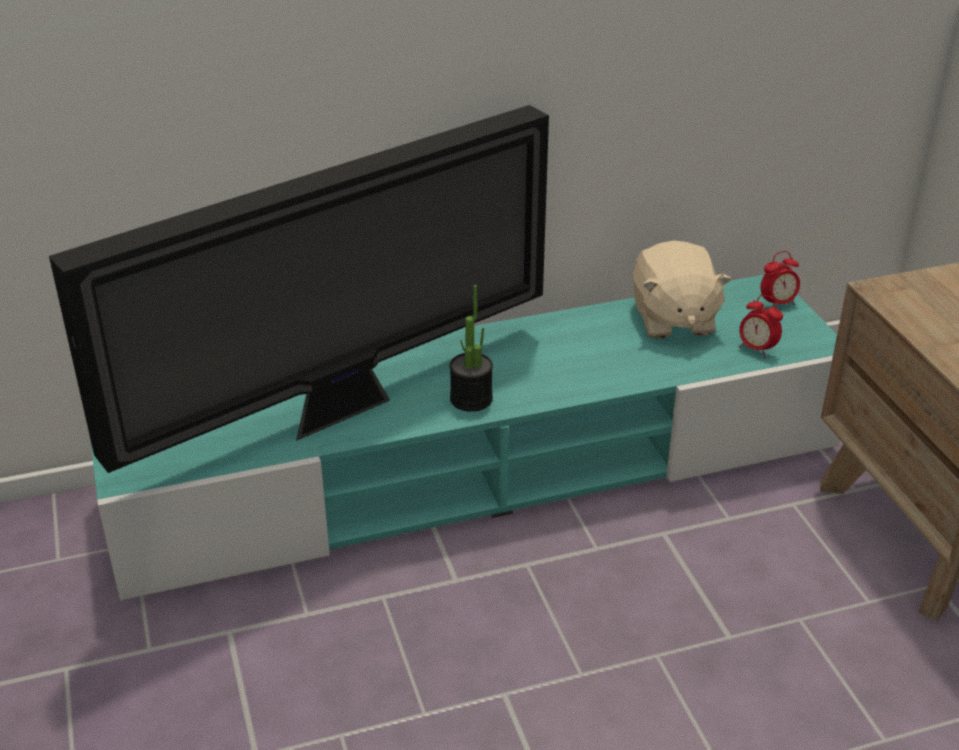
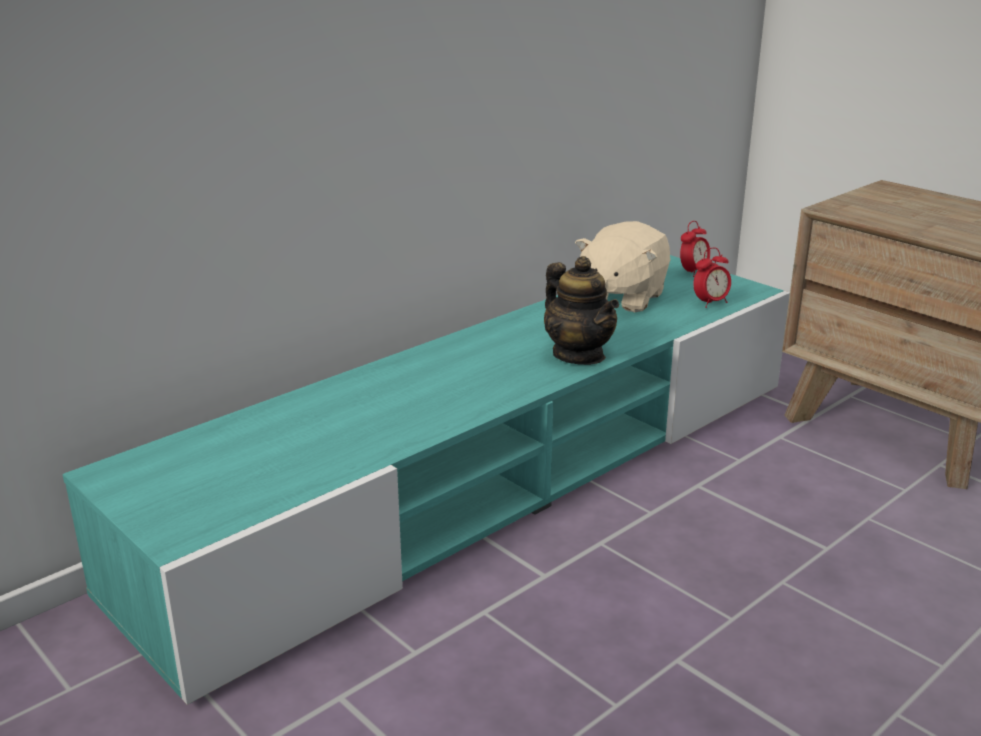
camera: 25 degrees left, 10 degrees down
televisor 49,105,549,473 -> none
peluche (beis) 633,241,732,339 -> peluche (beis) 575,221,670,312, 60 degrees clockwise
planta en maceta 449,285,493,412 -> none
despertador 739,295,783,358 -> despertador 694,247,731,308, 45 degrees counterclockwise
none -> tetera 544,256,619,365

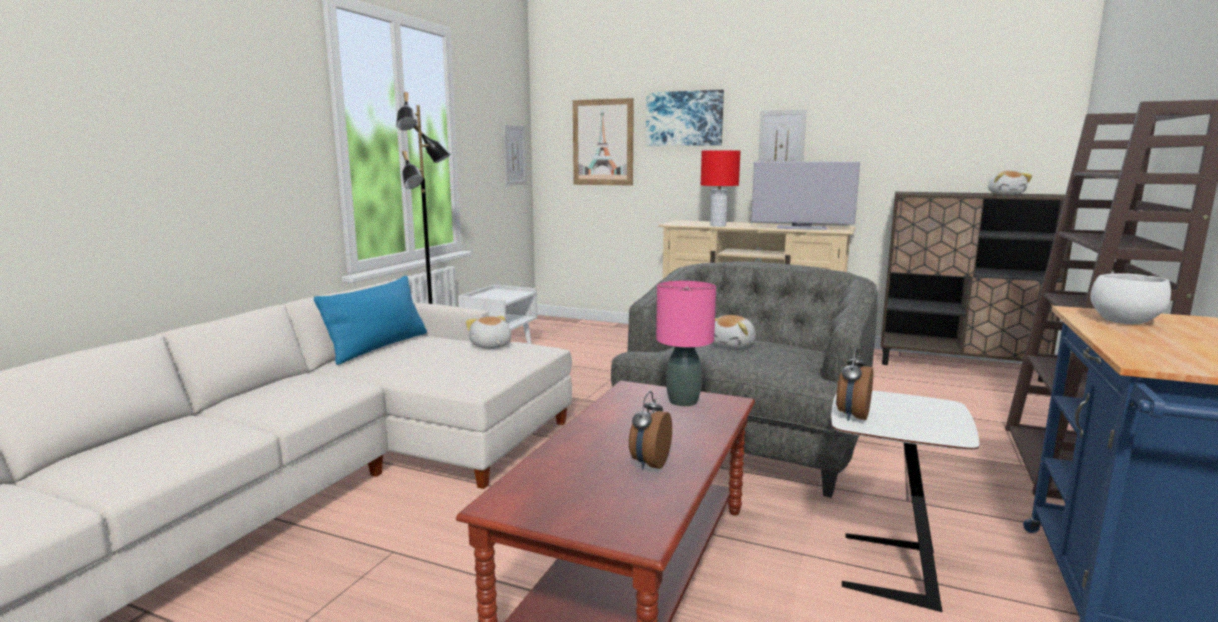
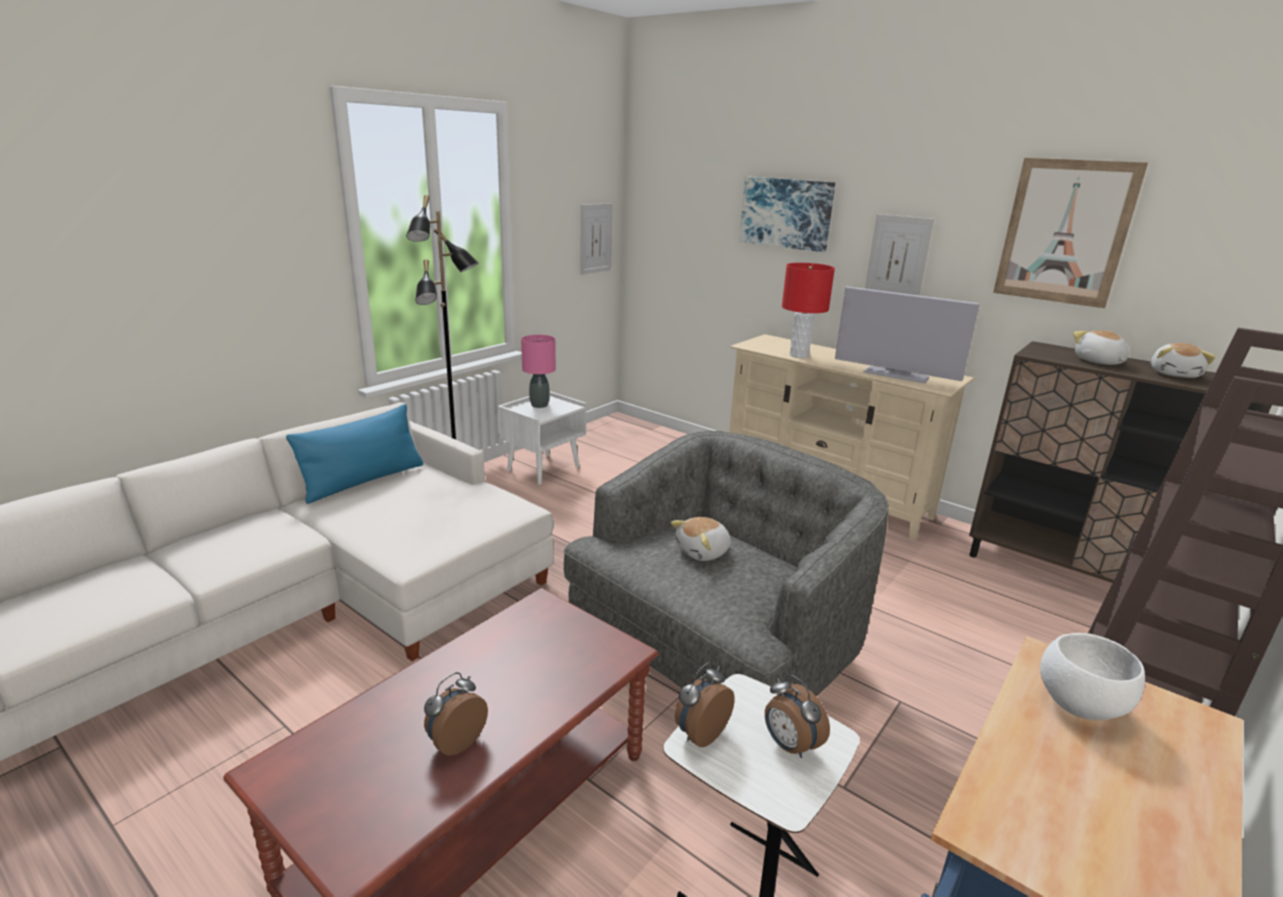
camera: 15 degrees right, 10 degrees up
cuadro 573,98,634,186 -> cuadro 993,158,1148,308, move
lámpara de mesa (rosa) 656,281,716,406 -> lámpara de mesa (rosa) 521,335,556,408, move
peluche 466,316,512,349 -> peluche 1073,330,1129,365, move
none -> despertador 765,675,830,758

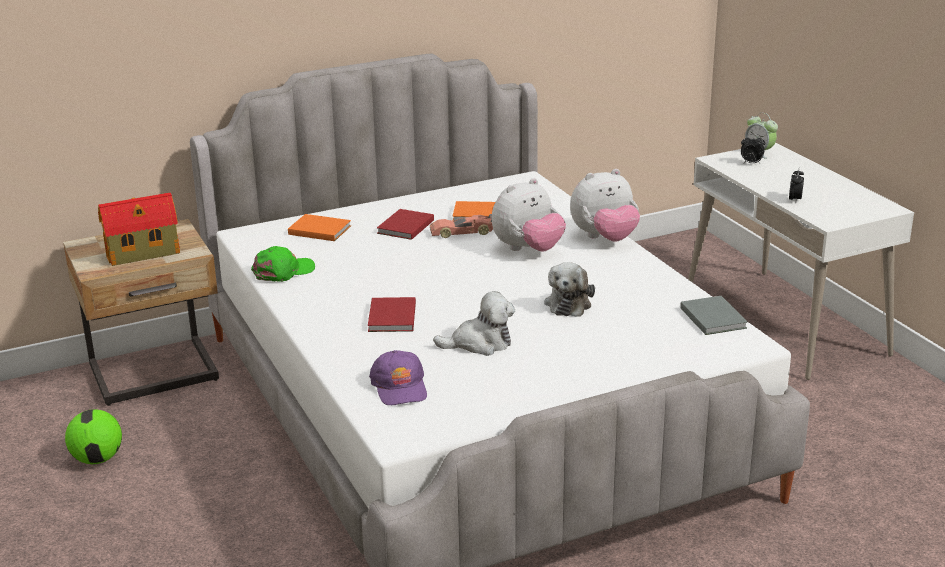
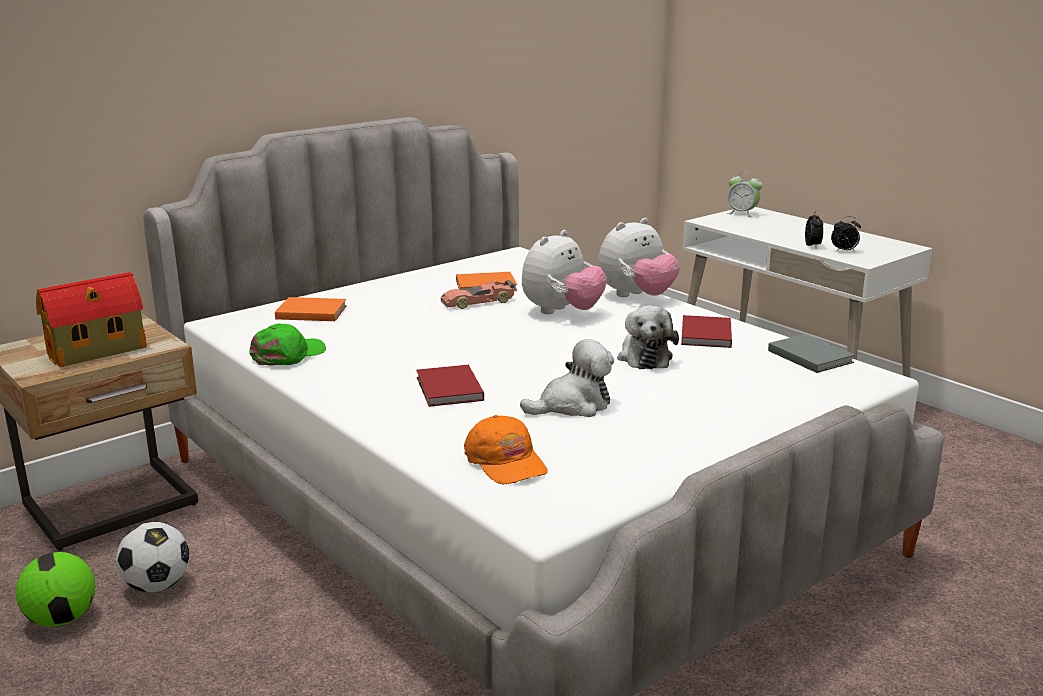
camera: 15 degrees left, 5 degrees down
despertador 741,134,765,164 -> despertador 831,216,861,252, move
libro (rojo) 377,209,434,240 -> libro (rojo) 681,315,732,348, move
gorra (morado) 369,350,427,405 -> gorra (naranja) 464,415,548,485
none -> balón de fútbol 116,522,190,593

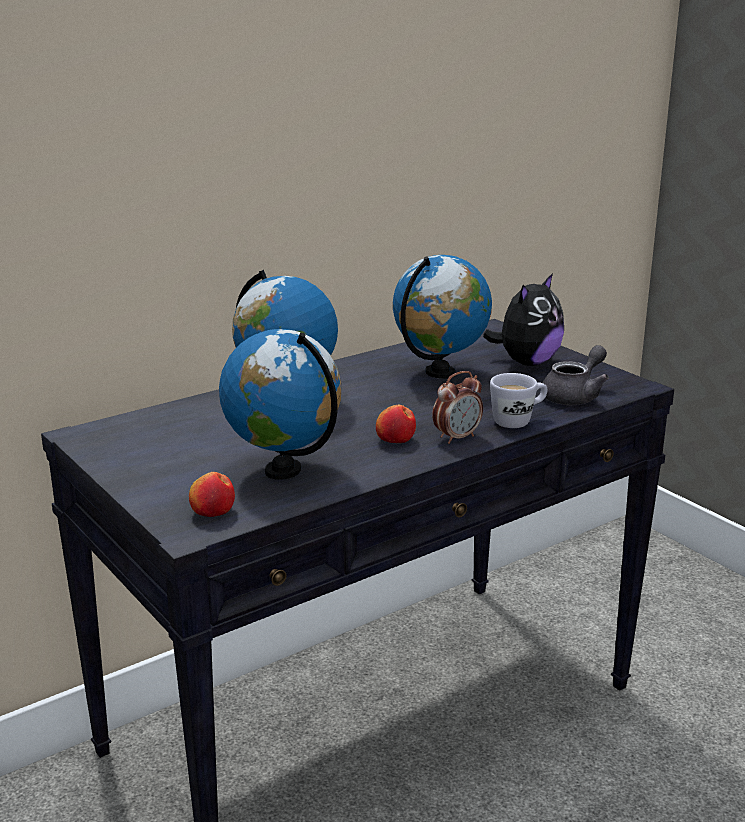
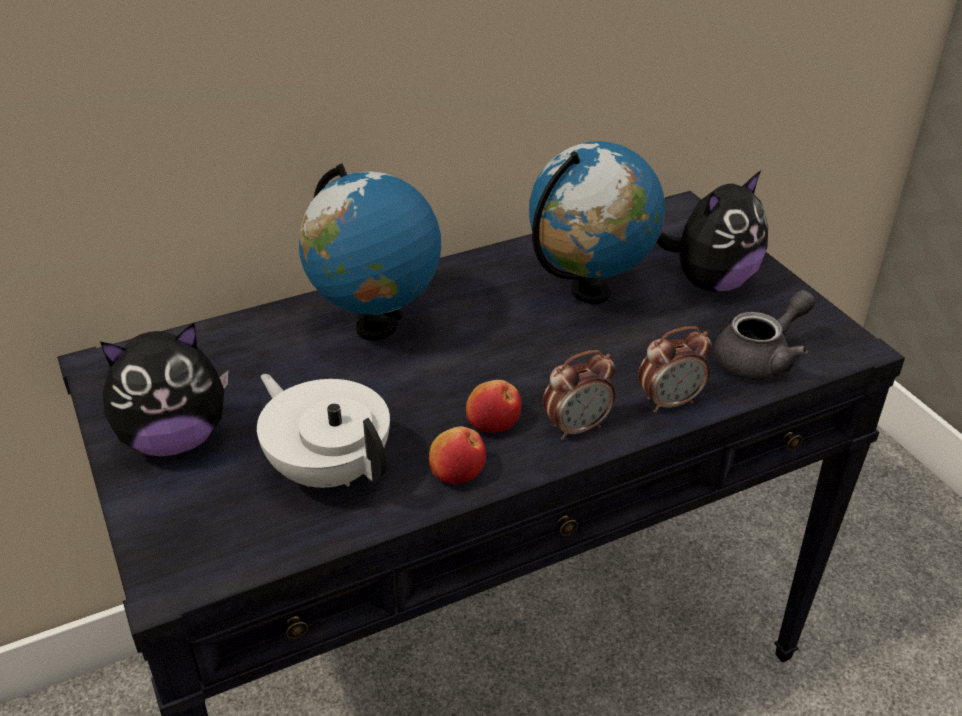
camera: 10 degrees right, 15 degrees up
globo terráqueo 219,329,341,480 -> tetera (blanco) 257,374,390,488
taza grande (blanco) 490,373,548,428 -> despertador 638,326,712,413
manzana 189,472,235,517 -> manzana 429,427,486,484, move
none -> peluche 100,323,229,456

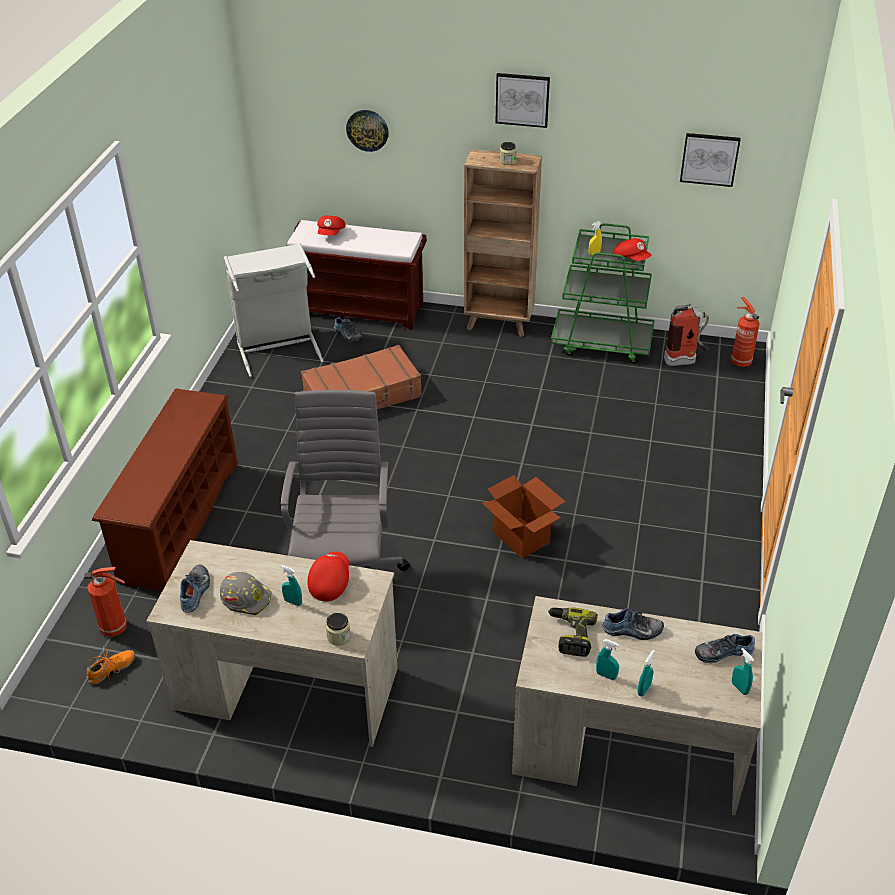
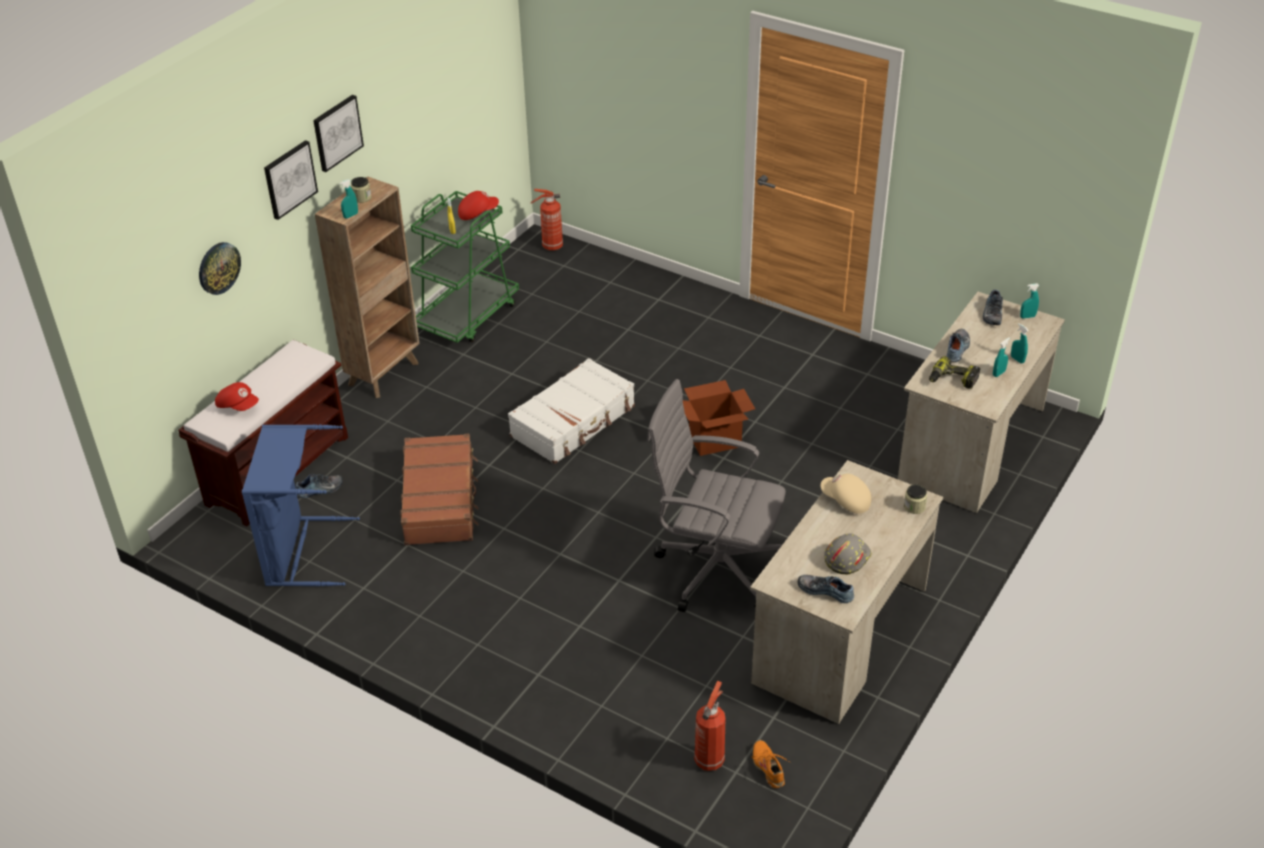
camera: 70 degrees left, 0 degrees up
cuadro 680,133,741,187 -> cuadro 264,140,318,220, move
cesto de la ropa (gris) 224,243,323,377 -> cesto de la ropa (azul) 242,425,360,587
extintor 664,304,709,366 -> none
zapatero (marrón) 92,389,238,591 -> none
gorra (rojo) 307,552,349,602 -> gorra (beis) 821,473,871,514
pulverizador (turquesa) 281,565,302,606 -> pulverizador (turquesa) 339,179,358,219, move
none -> maleta (blanco) 508,358,635,464

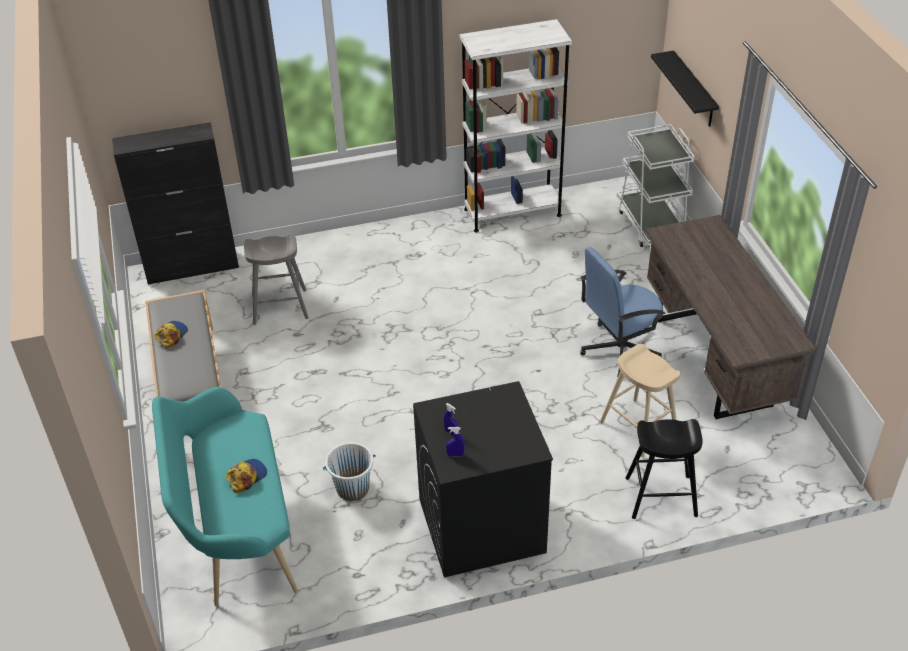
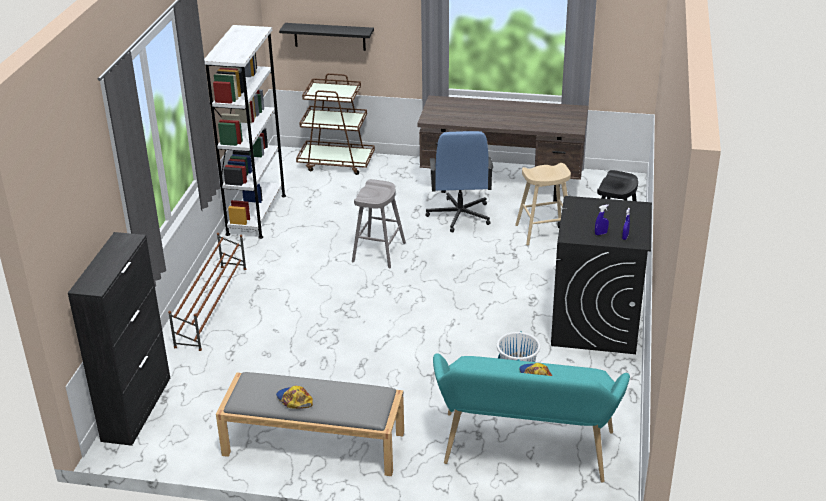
camera: 65 degrees left, 10 degrees down
carrito (blanco) 617,124,695,247 -> carrito (marrón) 296,73,375,175
taburete (gris) 244,234,309,325 -> taburete (gris) 352,179,406,268, move
none -> zapatero (marrón) 168,233,246,351

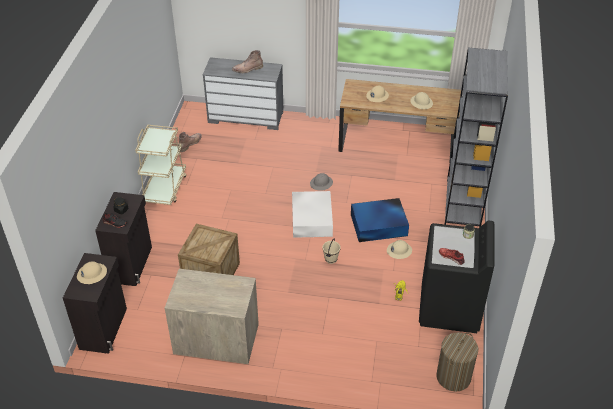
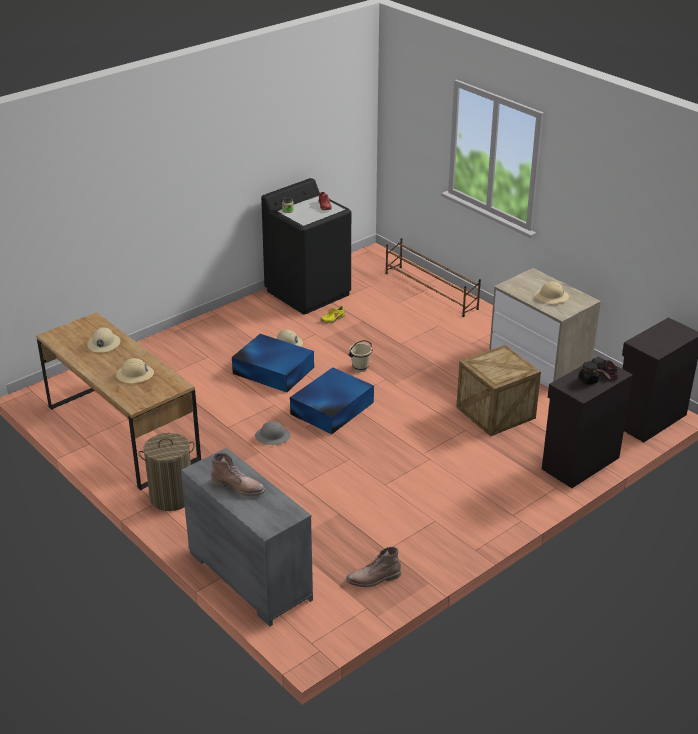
camera: 140 degrees left, 10 degrees down
estantería (gris) 445,48,508,228 -> none
carrito (beis) 135,125,187,205 -> none
caja de almacenaje (blanco) 292,191,333,238 -> caja de almacenaje (azul) 290,367,374,434
casco (beis) 77,261,107,284 -> casco (beis) 535,282,569,304, move
cesto de la ropa 436,332,478,391 -> cesto de la ropa 138,433,195,511, move
none -> zapatero (marrón) 385,238,481,317

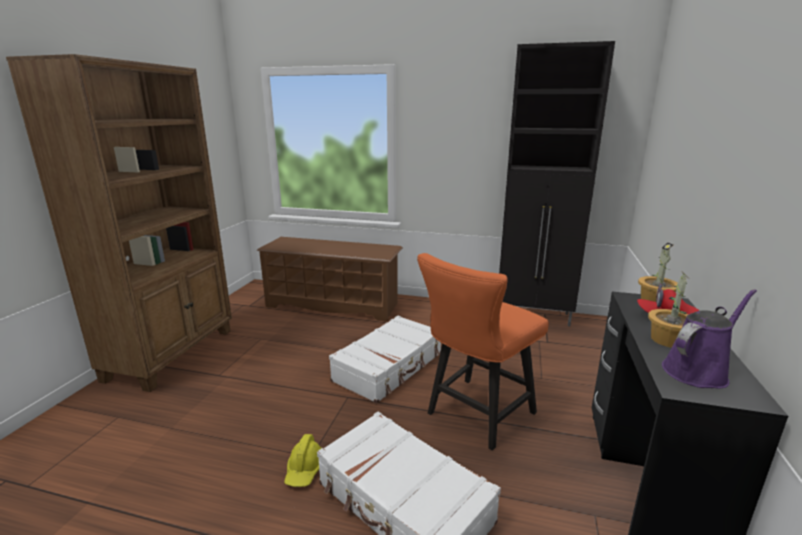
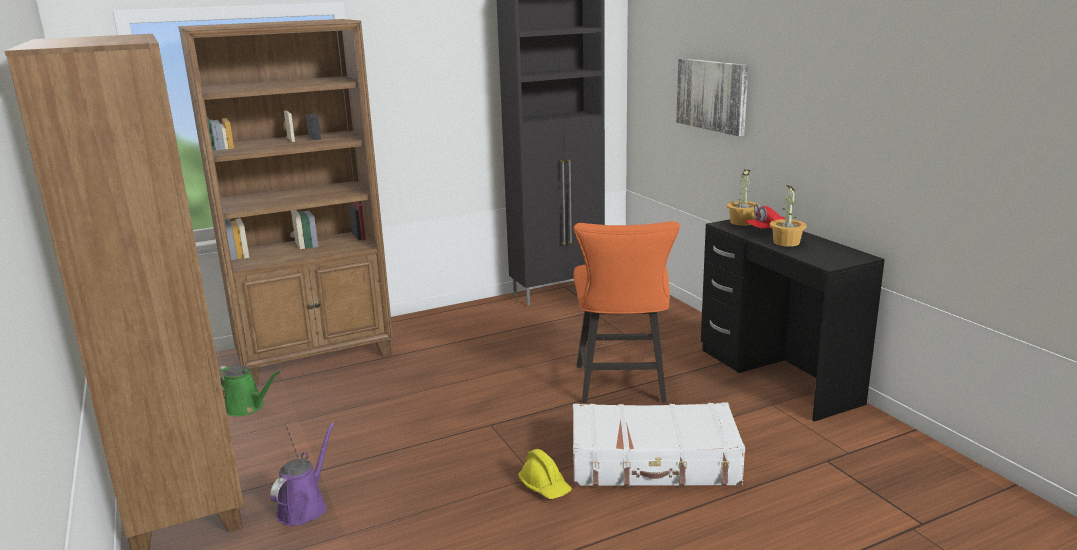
camera: 40 degrees left, 0 degrees up
zapatero (marrón) 256,237,403,322 -> estantería (marrón) 178,19,393,384
regadera (morado) 662,289,757,389 -> regadera (morado) 270,423,334,526, move
maleta (blanco) 329,316,441,403 -> none
none -> cuadro 676,58,748,136
none -> regadera (verde) 218,365,280,416

